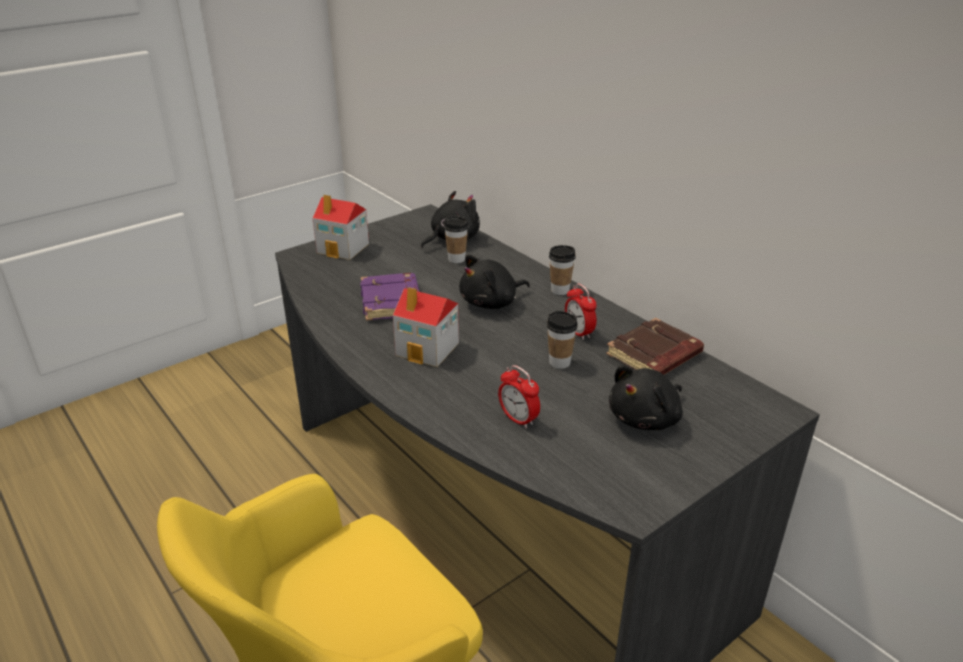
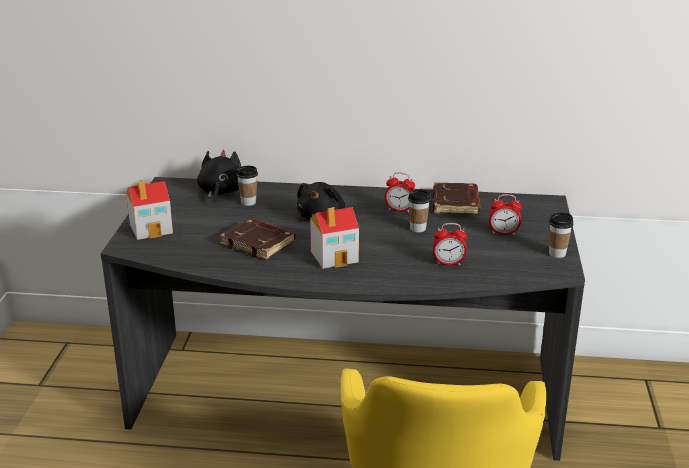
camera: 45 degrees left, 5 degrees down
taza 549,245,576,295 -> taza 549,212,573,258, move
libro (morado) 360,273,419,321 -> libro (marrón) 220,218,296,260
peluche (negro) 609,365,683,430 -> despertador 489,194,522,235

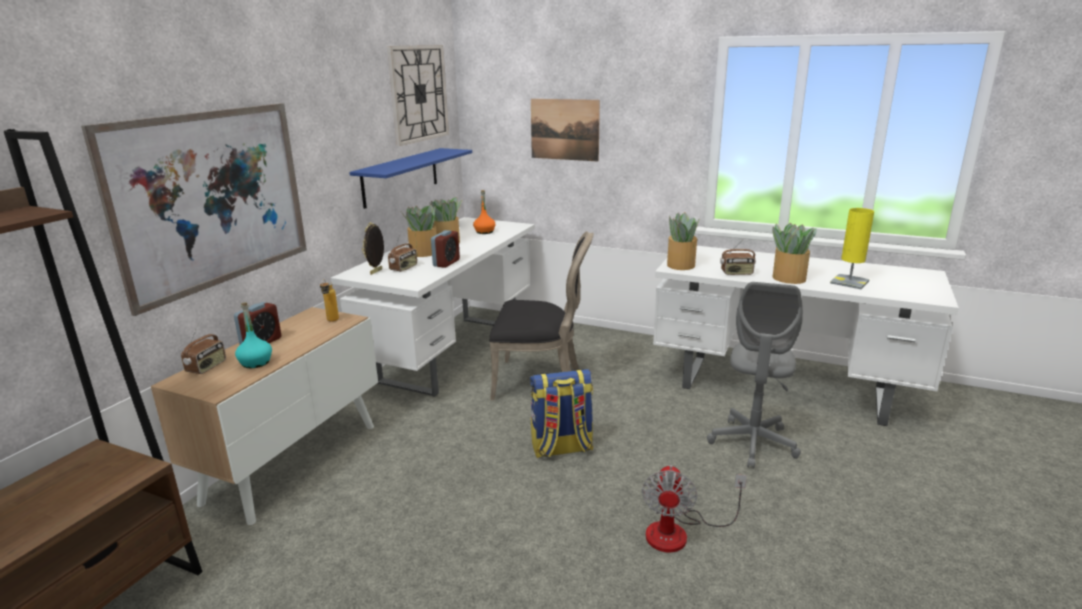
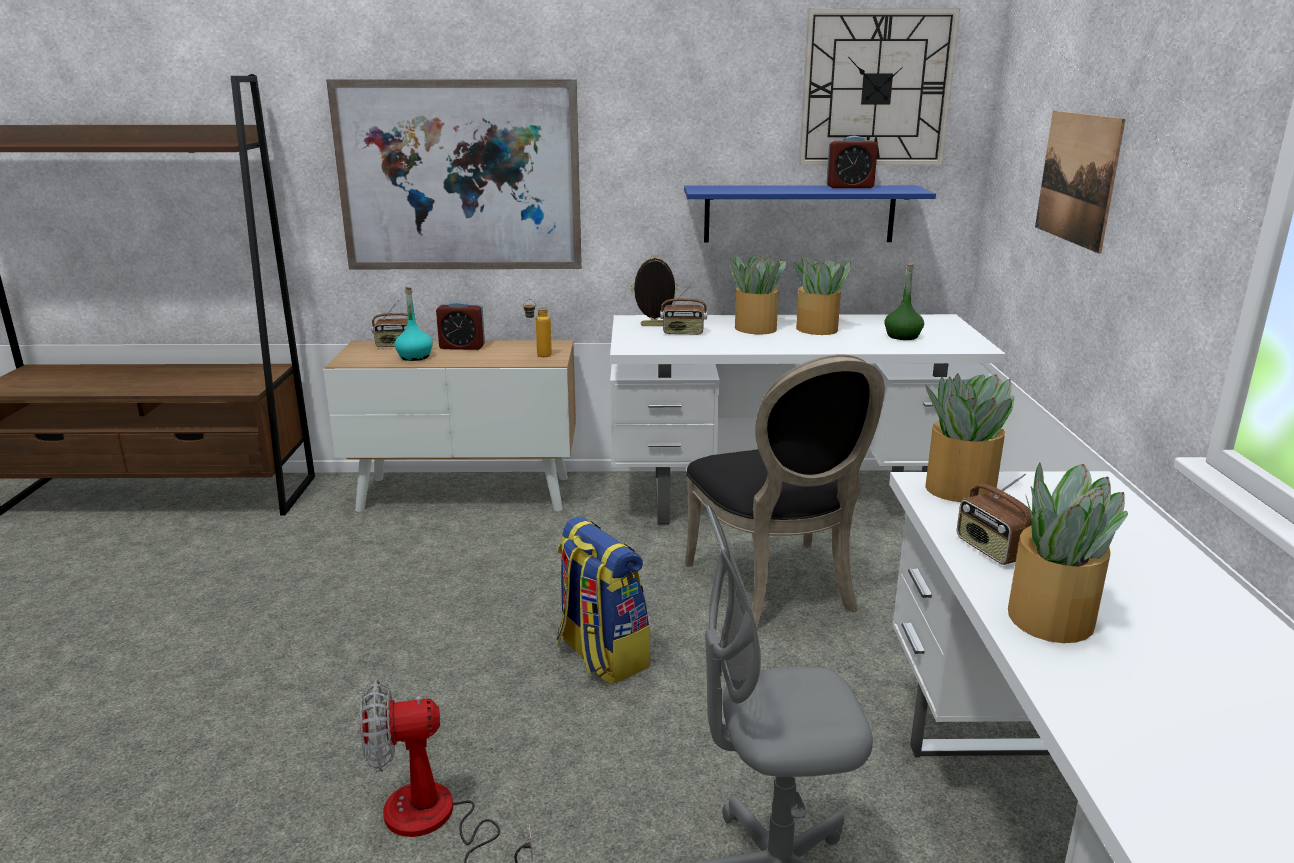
camera: 65 degrees right, 0 degrees up
botella (naranja) 473,190,495,234 -> botella (verde) 884,263,924,340
lámpara de mesa (amarillo) 830,208,874,289 -> none
despertador 431,230,460,268 -> despertador 826,136,878,188, move

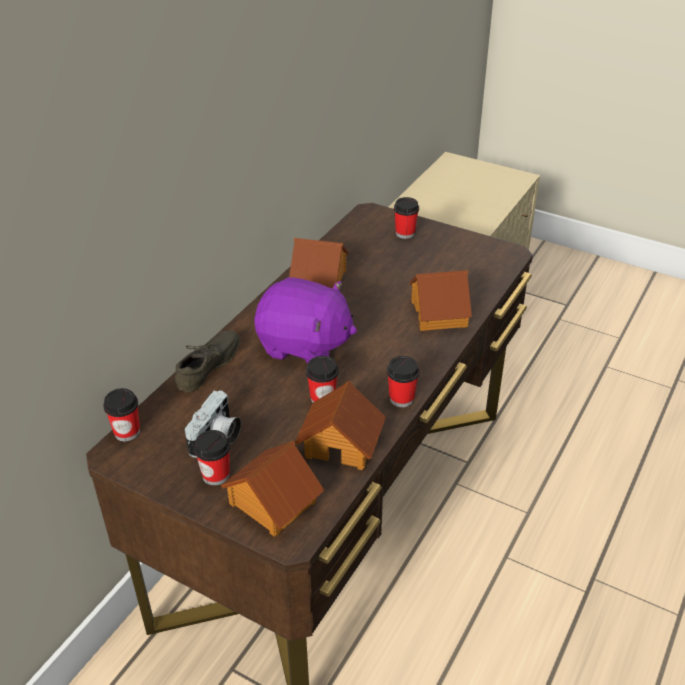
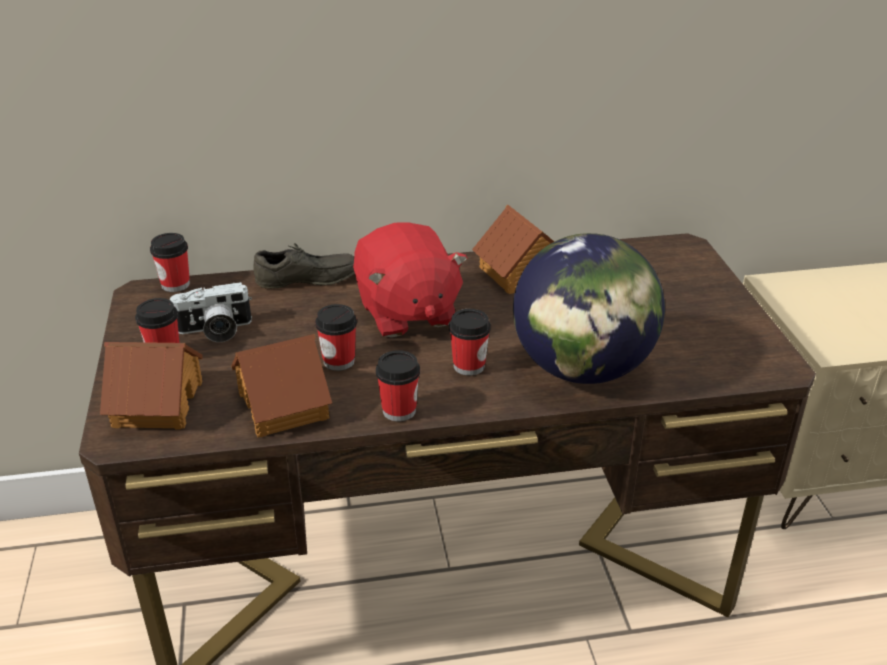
camera: 50 degrees right, 5 degrees down
taza 394,197,419,239 -> taza 449,309,491,376, move
casita 409,270,472,331 -> globo terráqueo 513,233,665,384
peluche (morado) 254,277,357,363 -> peluche (rojo) 353,223,468,338

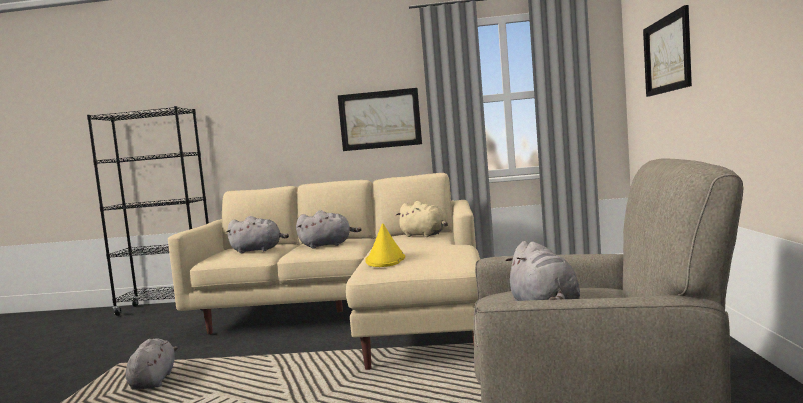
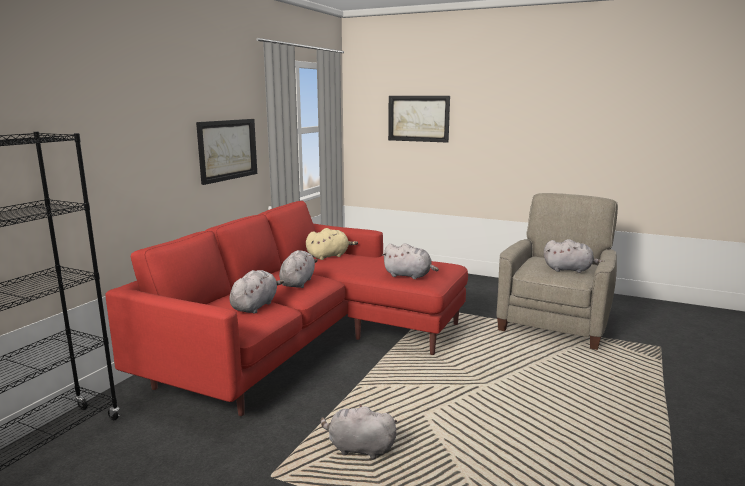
camera: 70 degrees left, 10 degrees up
sofá (beis) 168,173,480,370 -> sofá (rojo) 105,201,468,416
sombrero (amarillo) 365,223,405,267 -> peluche (gris) 382,243,439,279

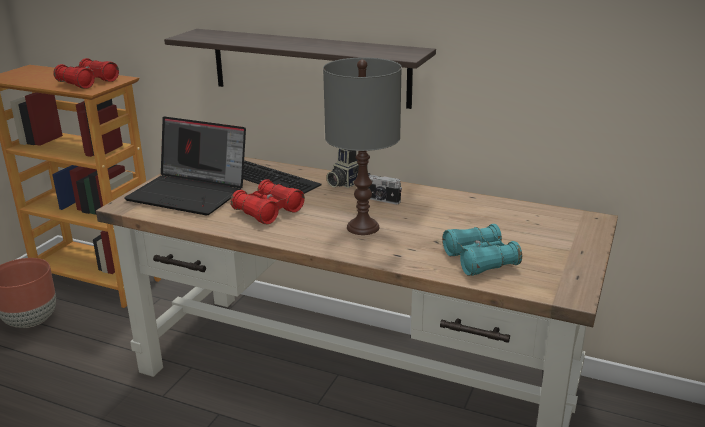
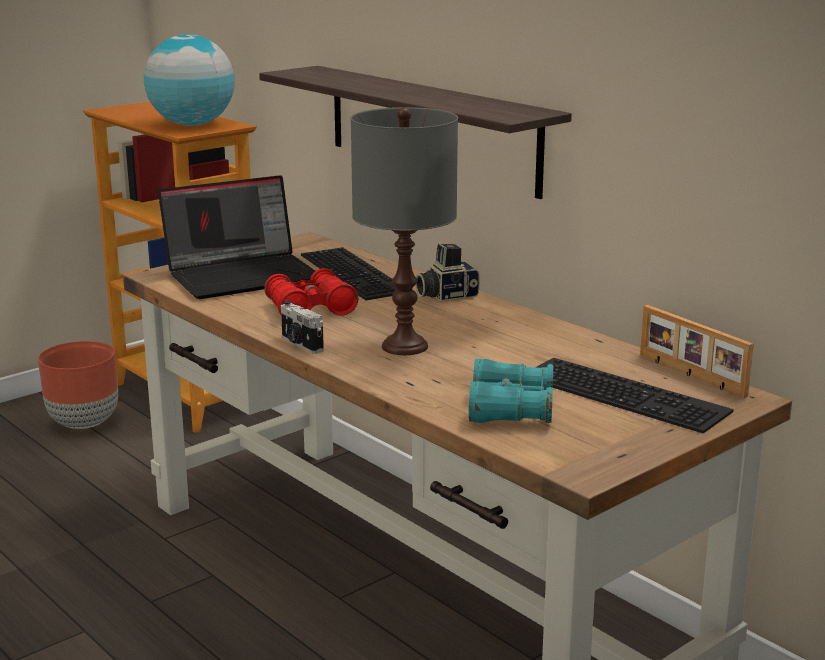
camera: 25 degrees right, 5 degrees down
prismáticos (rojo) 53,58,119,89 -> globo terráqueo 144,34,235,126
portátil 124,117,246,215 -> portátil 158,175,315,299, 75 degrees counterclockwise
cámara 368,173,402,204 -> cámara 281,300,324,354, move
none -> portarretratos 640,305,754,398
none -> teclado 535,358,734,433

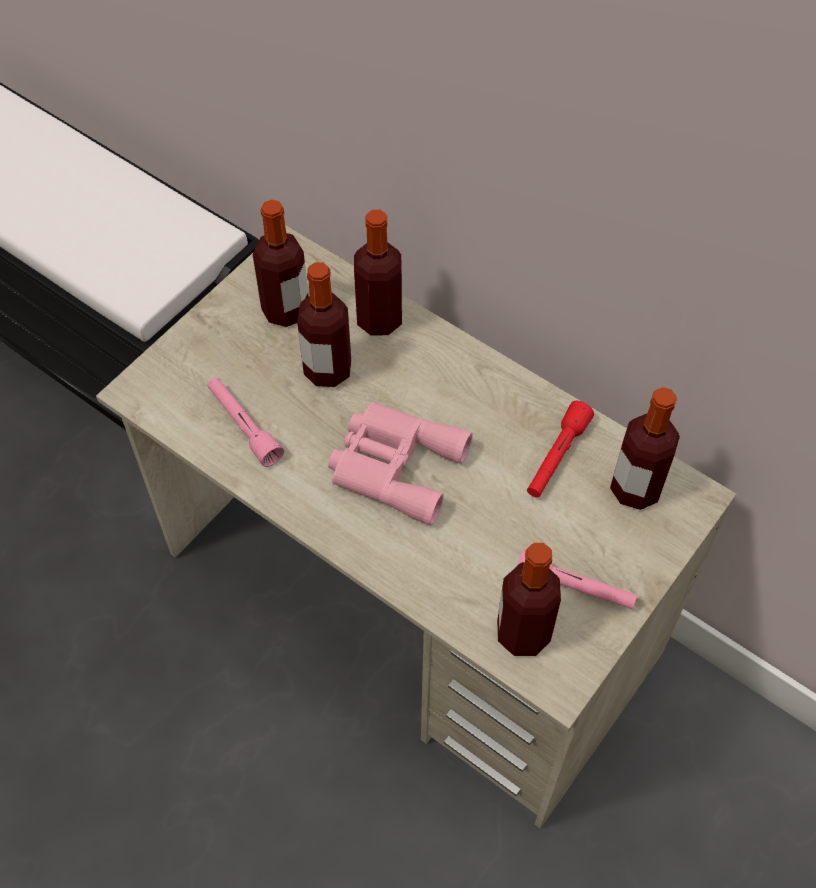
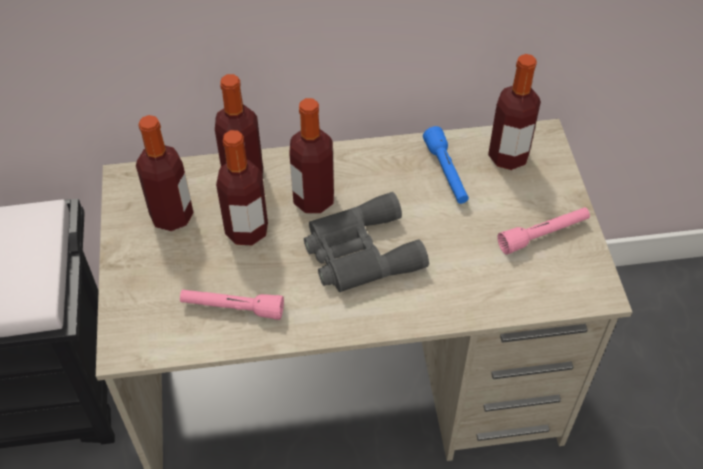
camera: 45 degrees left, 5 degrees down
linterna (rojo) 527,401,594,498 -> linterna (azul) 423,126,469,204
prismáticos (rosa) 328,402,473,526 -> prismáticos (gris) 304,192,429,292
botella 497,543,561,656 -> botella 289,98,334,213, move

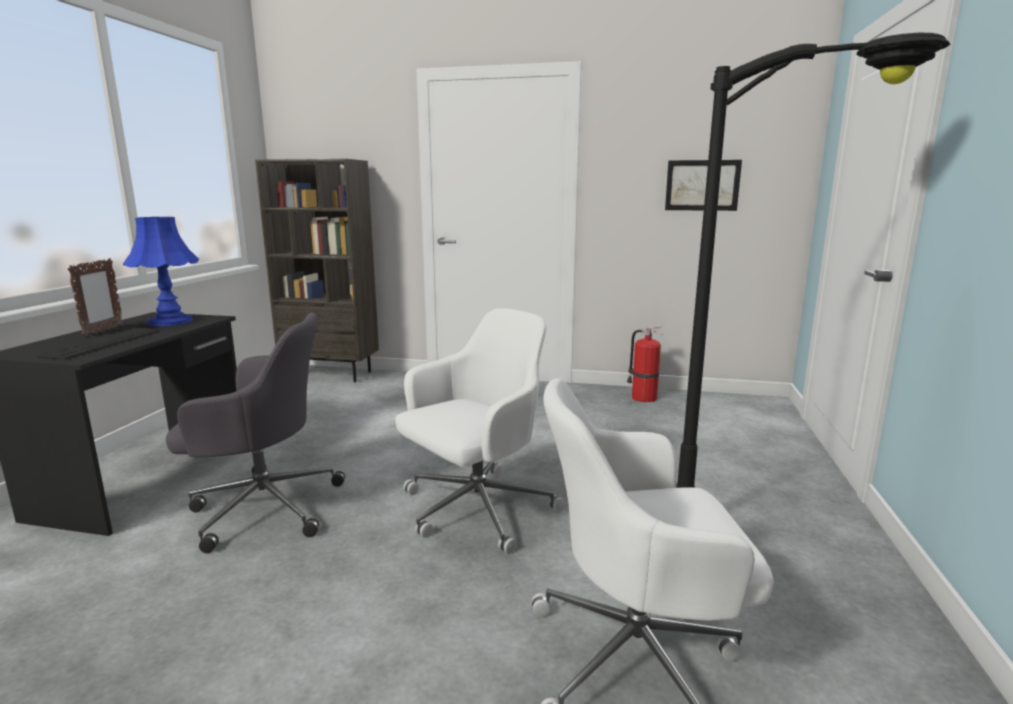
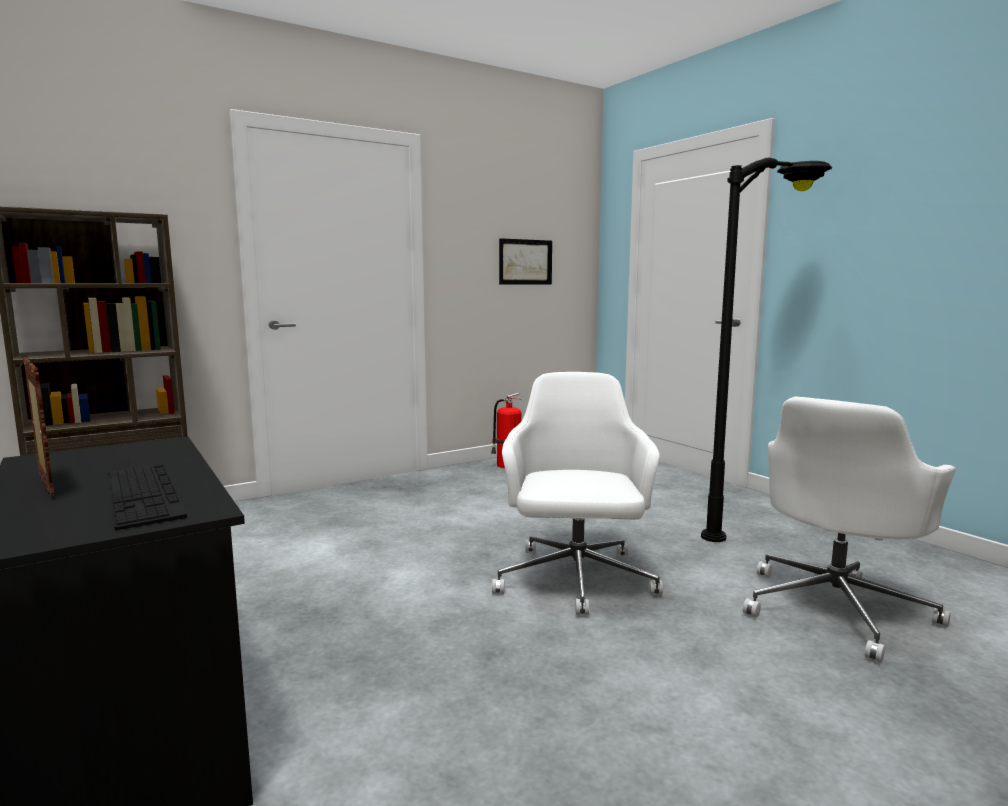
camera: 45 degrees left, 5 degrees down
lámpara de mesa (azul) 123,217,199,326 -> none
silla de oficina (gris) 166,313,345,553 -> none

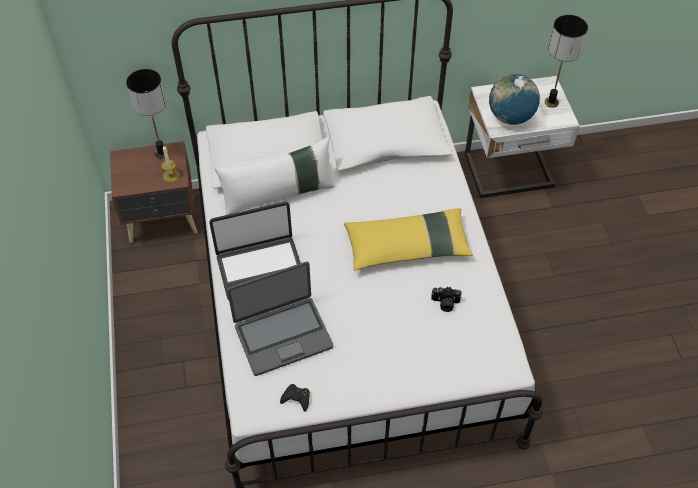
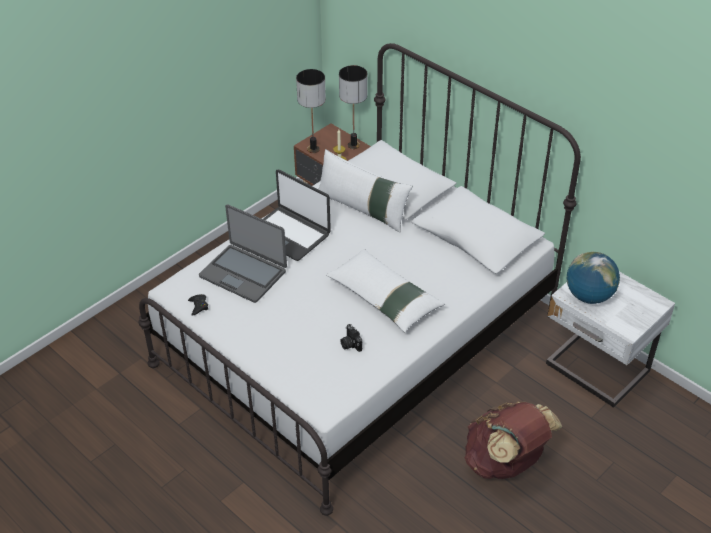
camera: 55 degrees right, 10 degrees down
lámpara de mesa 545,15,588,108 -> lámpara de mesa 296,69,326,153, move
cojín (amarillo) 344,208,473,271 -> cojín (blanco) 326,249,445,333
none -> mochila (marrón) 465,402,562,479

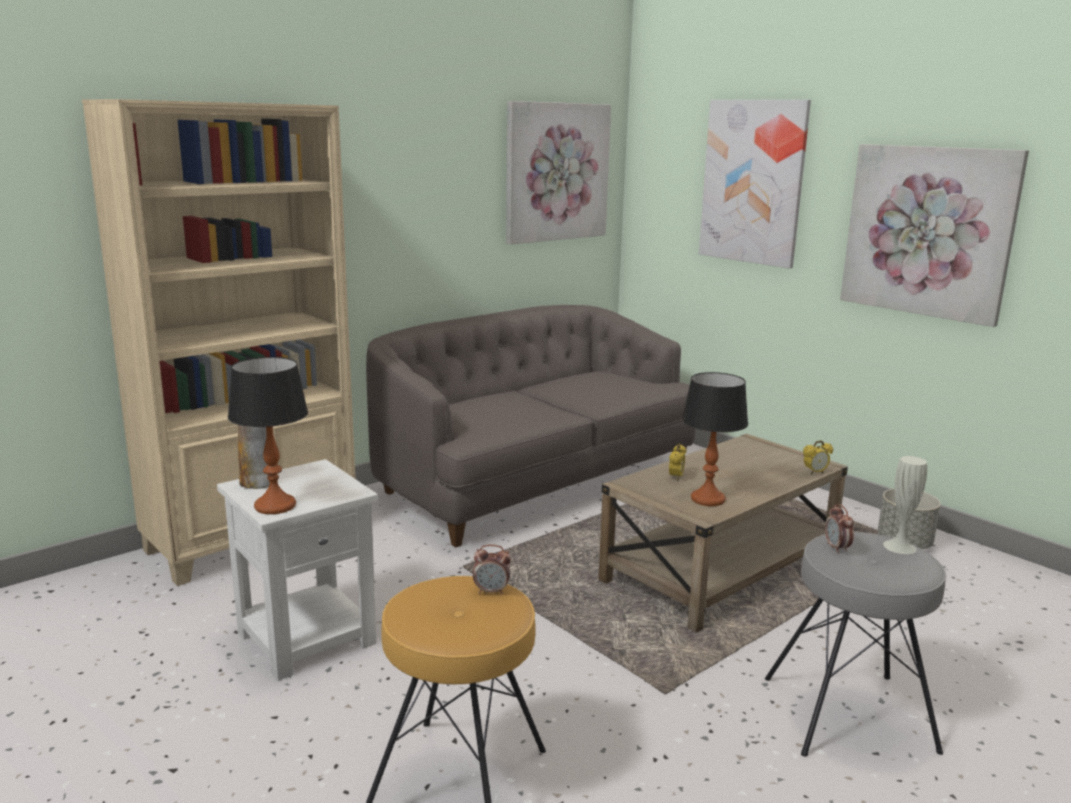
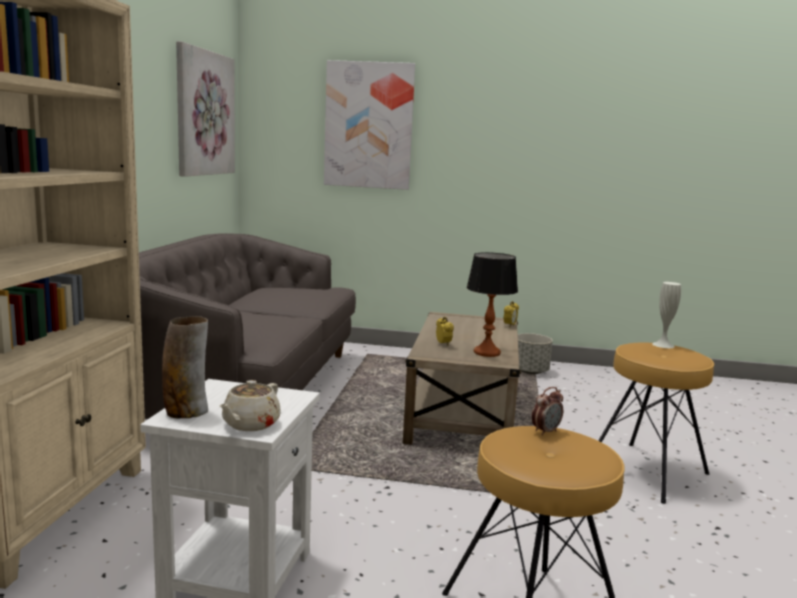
camera: 40 degrees left, 5 degrees down
cuadro 840,144,1029,327 -> none
lámpara de mesa 228,357,308,514 -> tetera (beis) 219,380,280,431
despertador 825,504,854,553 -> none
taburete (gris) 765,532,946,757 -> taburete (marrón) 598,342,714,504

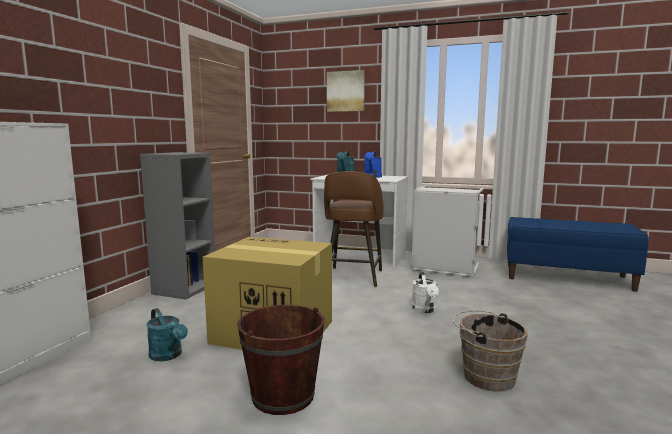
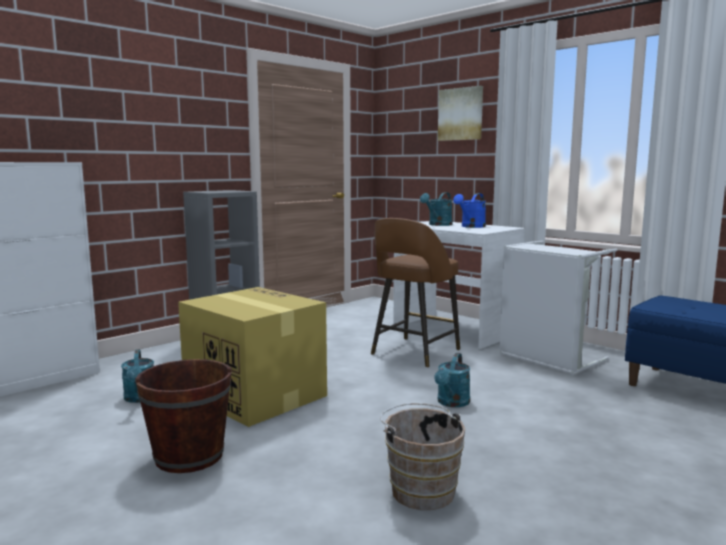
camera: 25 degrees right, 0 degrees up
regadera (blanco) 412,272,439,313 -> regadera (turquesa) 434,353,470,407

